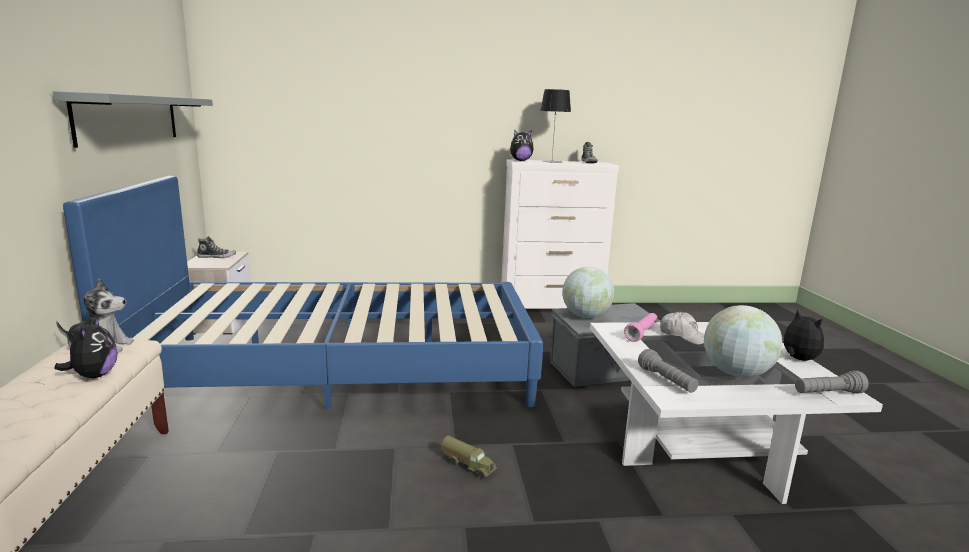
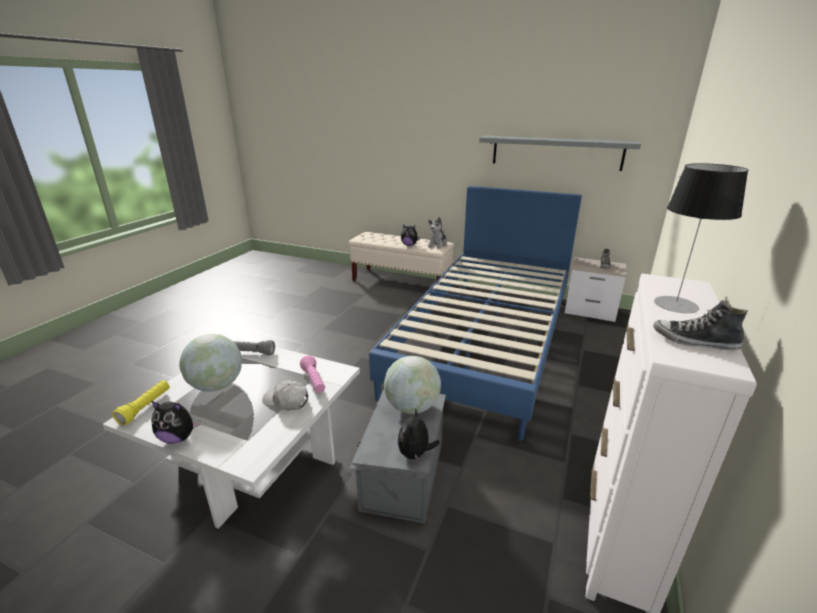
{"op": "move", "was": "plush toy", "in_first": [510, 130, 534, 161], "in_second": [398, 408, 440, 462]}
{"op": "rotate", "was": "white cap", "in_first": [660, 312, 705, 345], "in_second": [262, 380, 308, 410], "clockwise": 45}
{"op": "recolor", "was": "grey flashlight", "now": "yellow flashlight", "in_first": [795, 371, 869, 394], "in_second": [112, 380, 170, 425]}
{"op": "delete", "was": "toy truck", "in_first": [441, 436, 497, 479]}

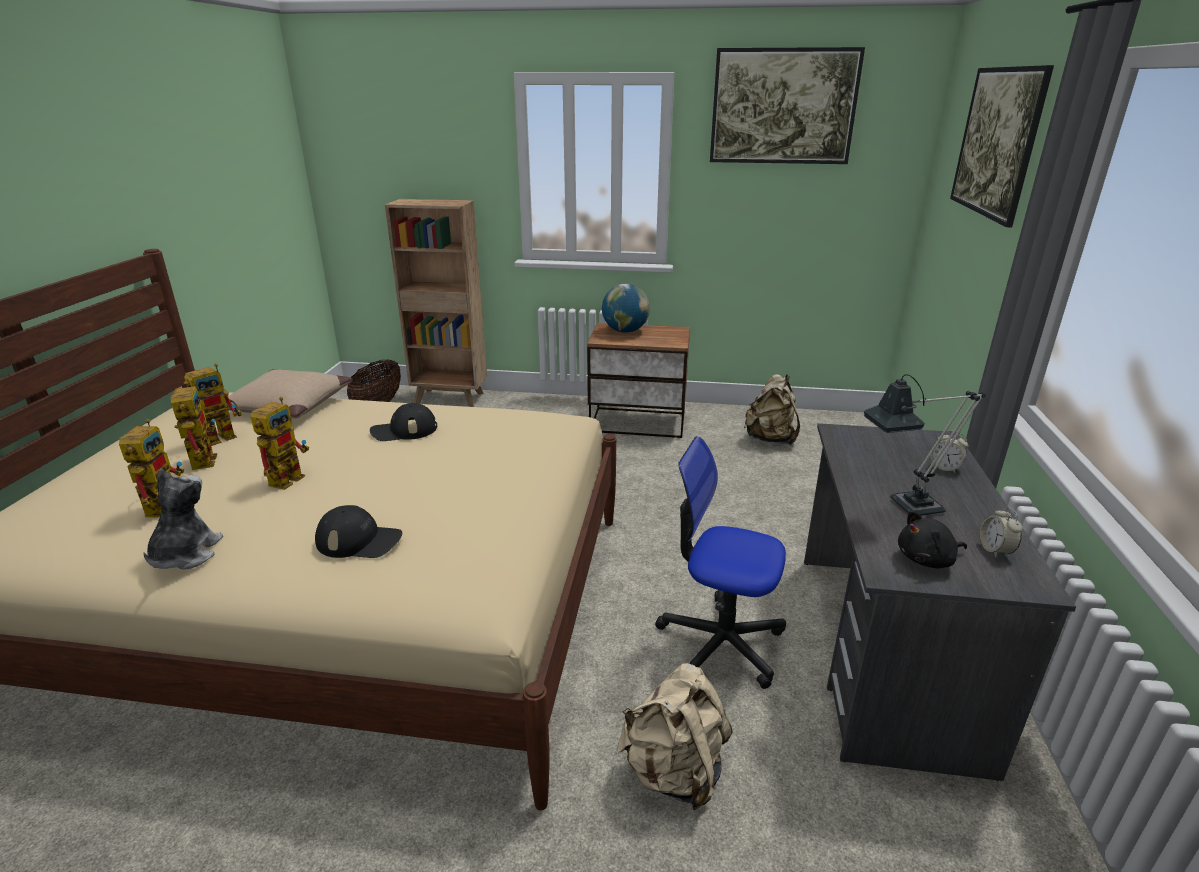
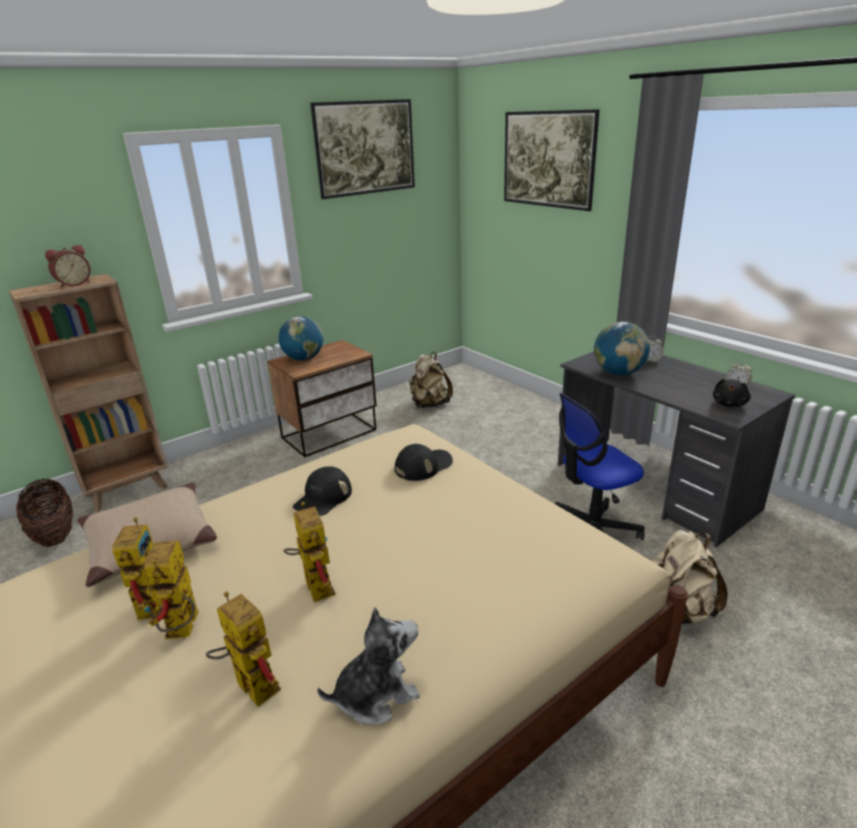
{"op": "delete", "was": "table lamp", "in_first": [864, 374, 986, 516]}
{"op": "rotate", "was": "toy robot", "in_first": [171, 381, 217, 470], "in_second": [144, 540, 199, 639], "clockwise": -120}
{"op": "rotate", "was": "plush toy", "in_first": [143, 468, 223, 570], "in_second": [317, 607, 420, 725], "clockwise": 105}
{"op": "move", "was": "black cap", "in_first": [315, 505, 402, 558], "in_second": [395, 444, 453, 481]}
{"op": "insert", "now": "alarm clock", "in_second": [45, 245, 91, 288]}
{"op": "insert", "now": "globe", "in_second": [594, 322, 650, 376]}

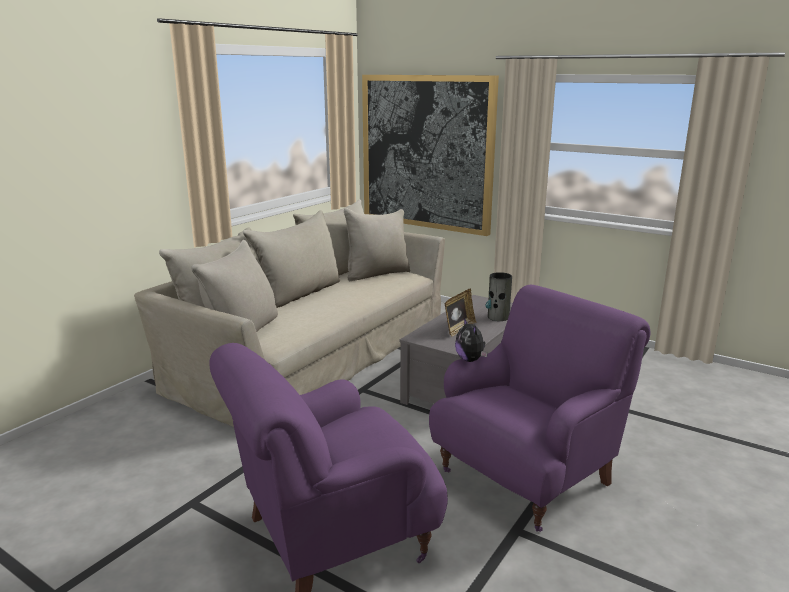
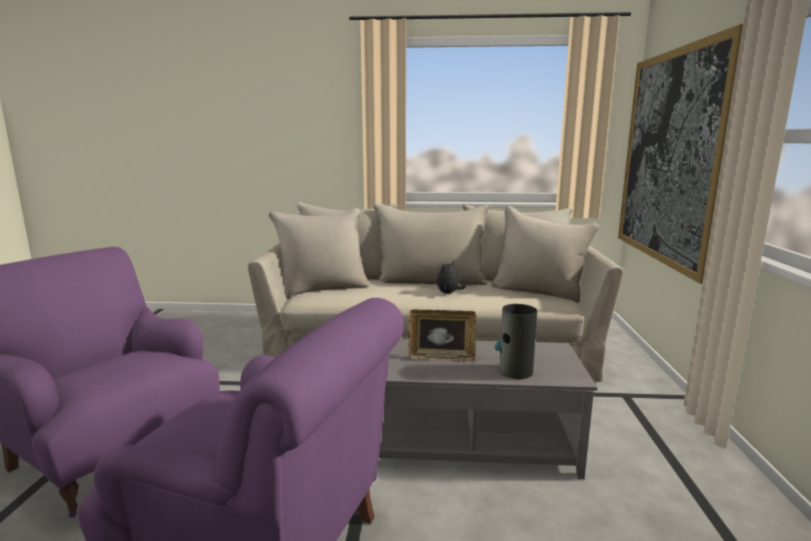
{"op": "move", "was": "plush toy", "in_first": [455, 318, 488, 362], "in_second": [437, 261, 466, 294]}

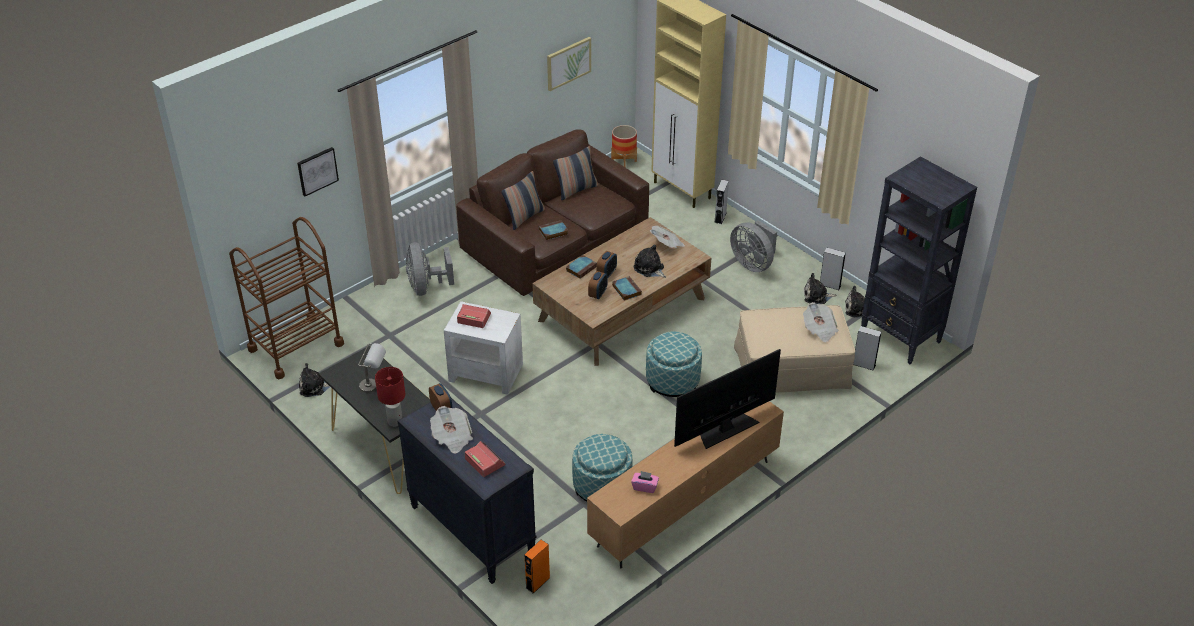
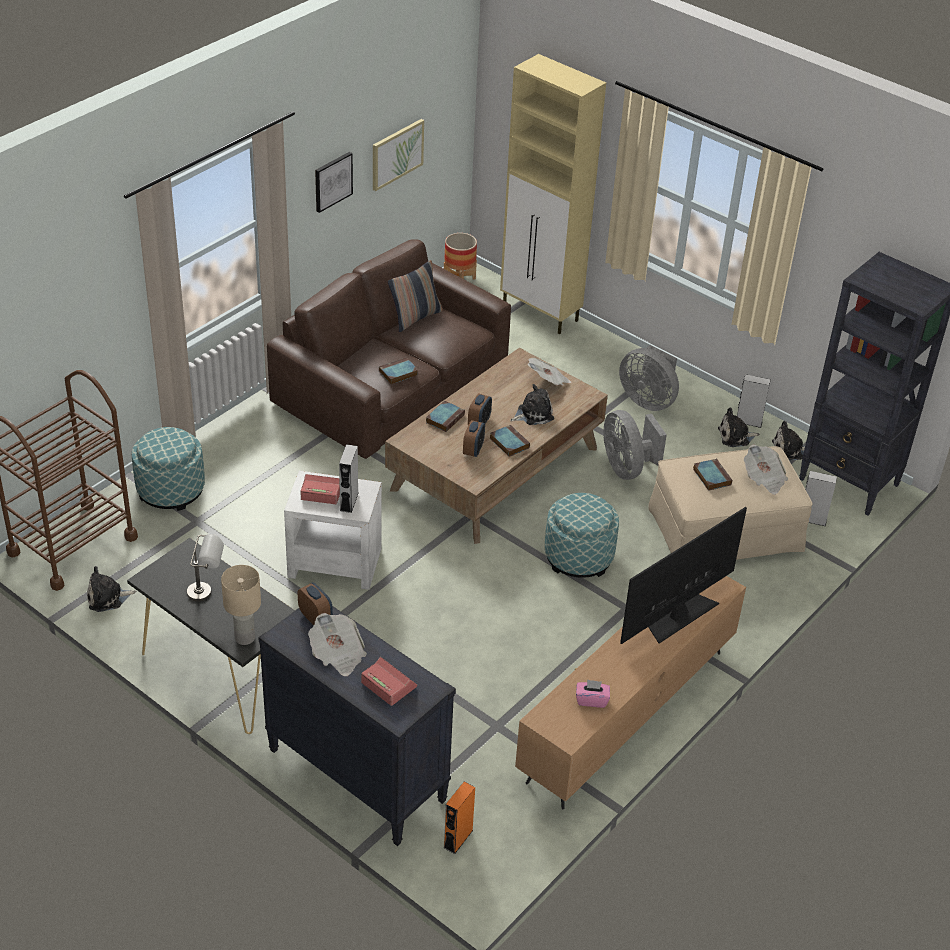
{"op": "move", "was": "picture", "in_first": [297, 147, 339, 196], "in_second": [315, 152, 353, 213]}
{"op": "delete", "was": "pillow", "in_first": [501, 171, 545, 230]}
{"op": "move", "was": "grey speaker", "in_first": [714, 179, 729, 224], "in_second": [339, 444, 358, 513]}
{"op": "move", "was": "grey fan", "in_first": [406, 242, 454, 296], "in_second": [604, 410, 667, 480]}
{"op": "rotate", "was": "plush toy", "in_first": [633, 244, 666, 278], "in_second": [510, 384, 554, 425], "clockwise": 120}
{"op": "recolor", "was": "red table lamp", "now": "beige table lamp", "in_first": [375, 367, 405, 427], "in_second": [221, 565, 261, 645]}
{"op": "move", "was": "ottoman", "in_first": [572, 434, 632, 502], "in_second": [131, 427, 205, 511]}
{"op": "insert", "now": "book", "in_second": [693, 459, 732, 491]}

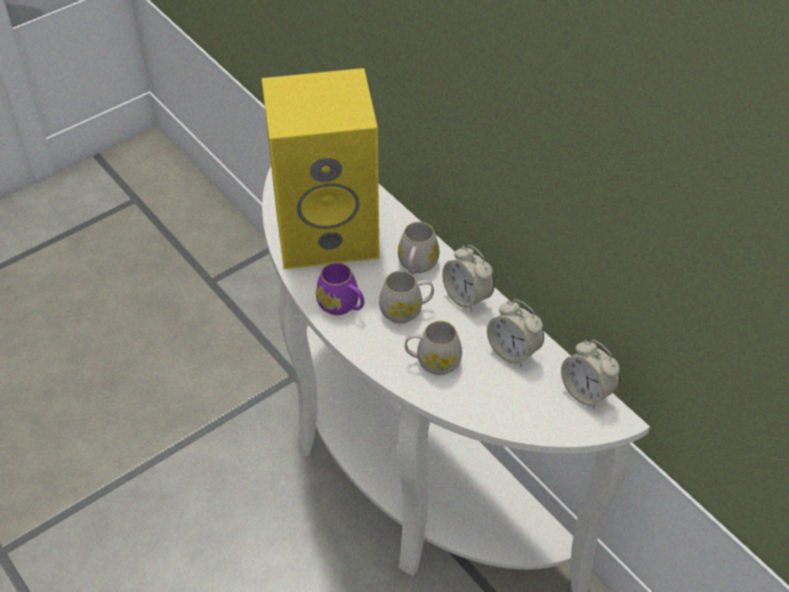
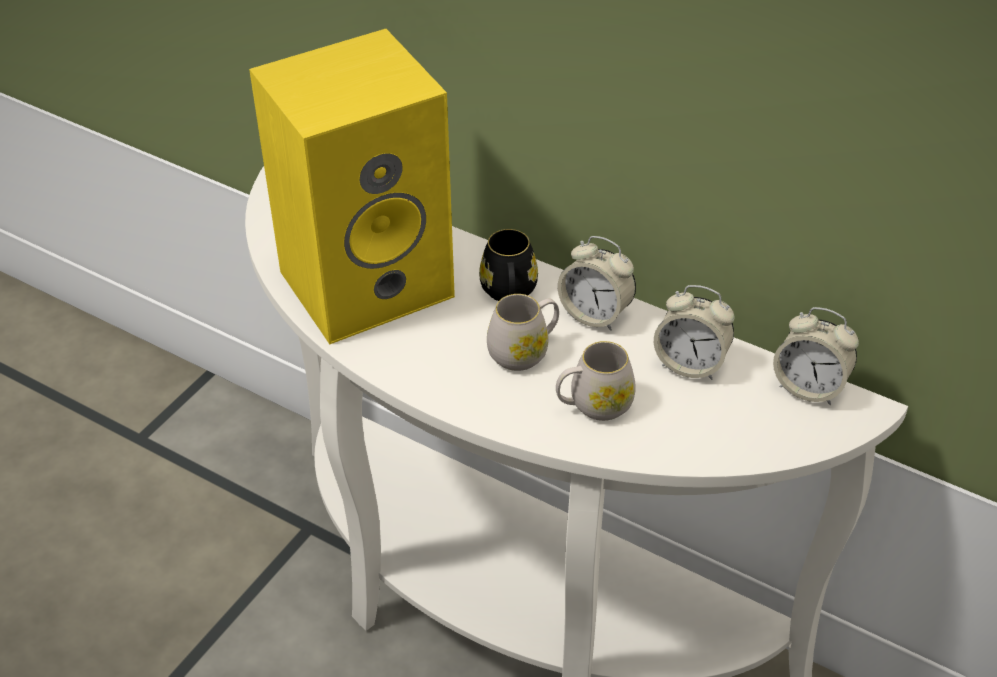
{"op": "recolor", "was": "white mug", "now": "black mug", "in_first": [398, 222, 440, 274], "in_second": [479, 229, 538, 301]}
{"op": "delete", "was": "purple mug", "in_first": [316, 262, 364, 315]}

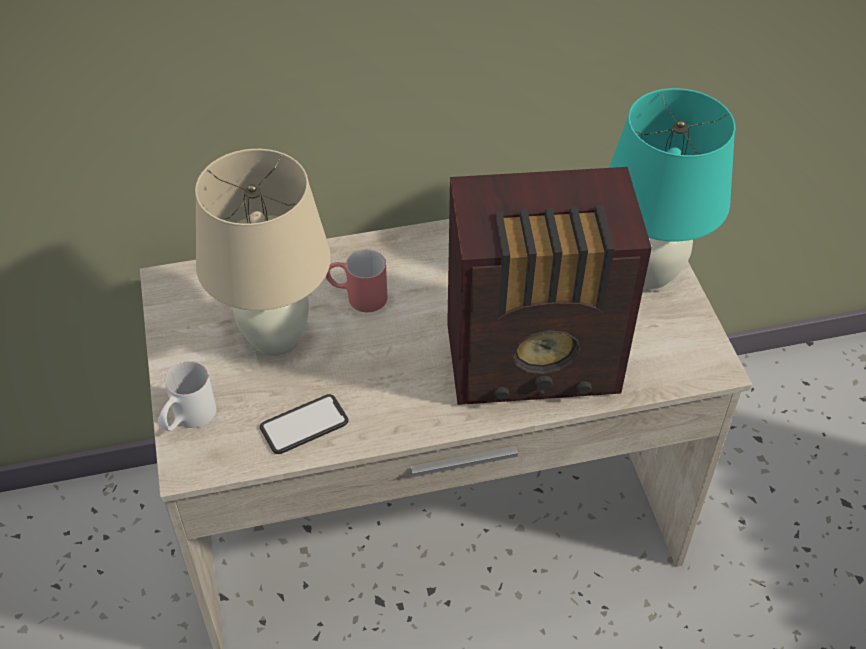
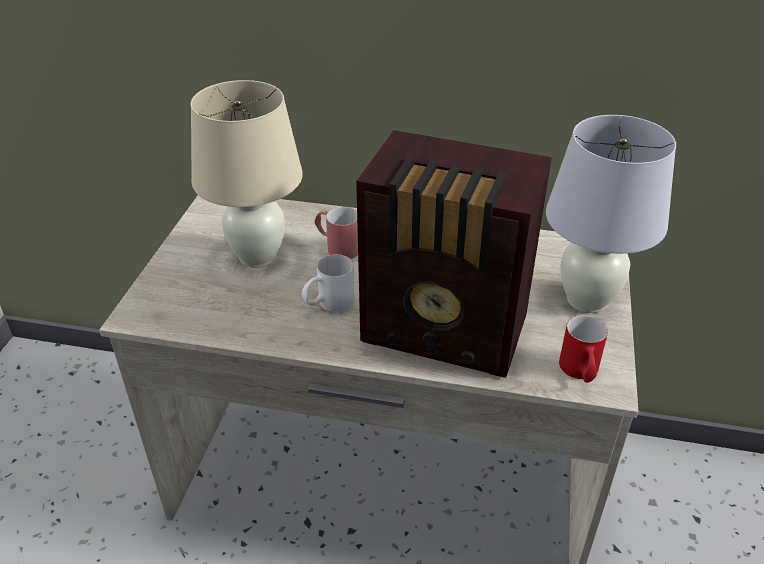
{"op": "recolor", "was": "turquoise table lamp", "now": "white table lamp", "in_first": [609, 88, 735, 291], "in_second": [546, 115, 676, 313]}
{"op": "move", "was": "white mug", "in_first": [158, 361, 216, 431], "in_second": [302, 254, 355, 312]}
{"op": "delete", "was": "phone", "in_first": [260, 394, 349, 454]}
{"op": "insert", "now": "red mug", "in_second": [559, 315, 608, 383]}

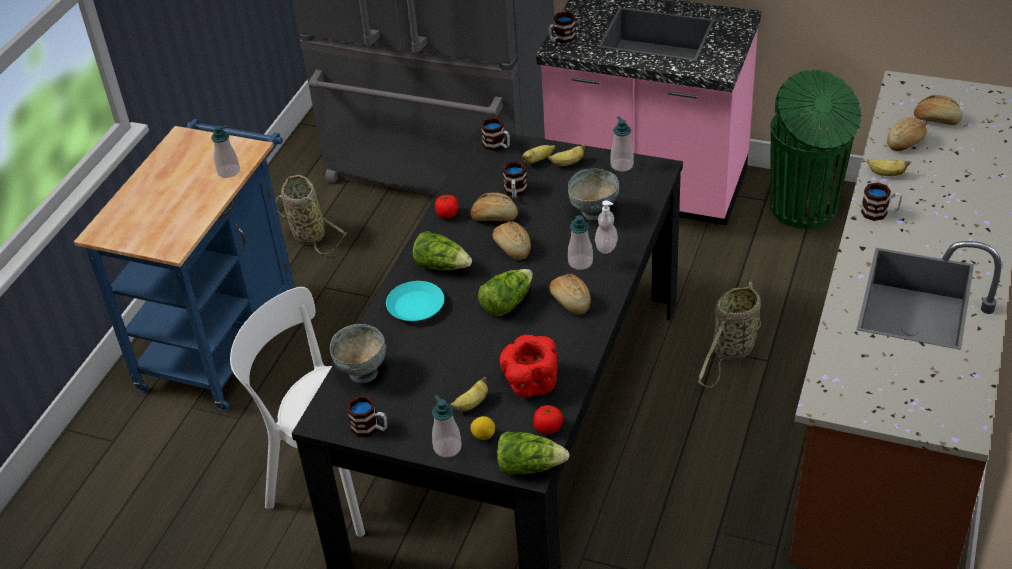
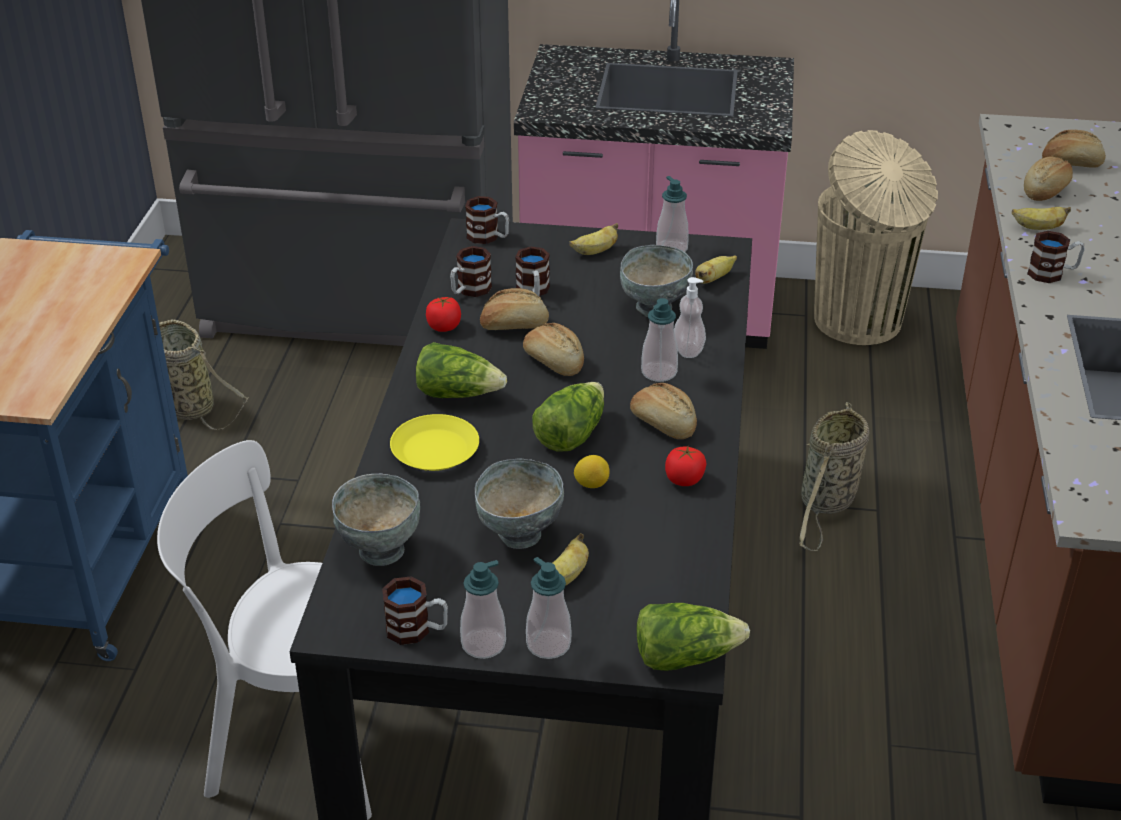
{"op": "move", "was": "mug", "in_first": [548, 11, 576, 44], "in_second": [450, 246, 492, 297]}
{"op": "recolor", "was": "green trash can", "now": "beige trash can", "in_first": [770, 69, 862, 229], "in_second": [814, 130, 938, 345]}
{"op": "move", "was": "soap dispenser", "in_first": [211, 125, 240, 178], "in_second": [460, 560, 506, 659]}
{"op": "move", "was": "banana", "in_first": [522, 145, 555, 164], "in_second": [695, 255, 737, 284]}
{"op": "recolor", "was": "turquoise plate", "now": "yellow plate", "in_first": [386, 281, 444, 321], "in_second": [390, 414, 479, 471]}
{"op": "delete", "was": "red bowl", "in_first": [500, 334, 558, 397]}
{"op": "move", "was": "tomato", "in_first": [534, 405, 563, 434], "in_second": [665, 446, 706, 486]}
{"op": "move", "was": "lemon", "in_first": [471, 416, 495, 440], "in_second": [574, 455, 610, 488]}
{"op": "insert", "now": "grey bowl", "in_second": [475, 458, 564, 549]}

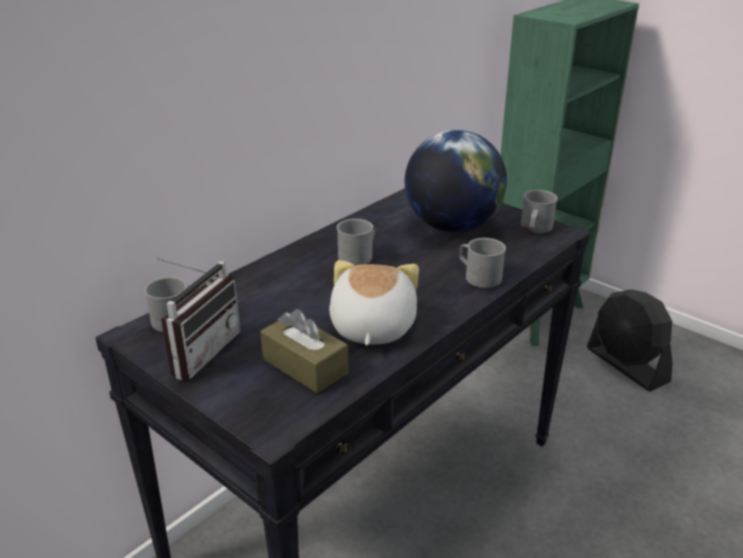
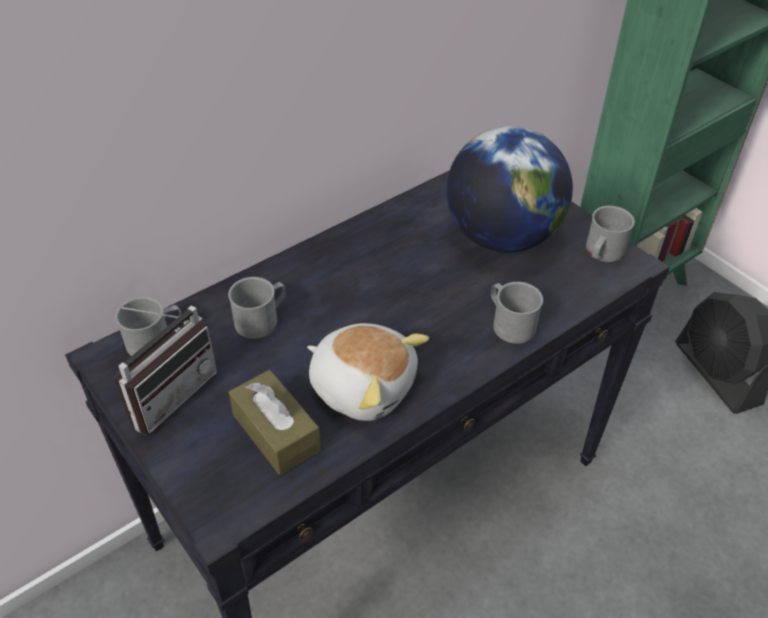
{"op": "move", "was": "grey mug", "in_first": [337, 219, 375, 266], "in_second": [228, 277, 286, 339]}
{"op": "rotate", "was": "plush toy", "in_first": [329, 260, 419, 346], "in_second": [307, 323, 429, 421], "clockwise": 105}

